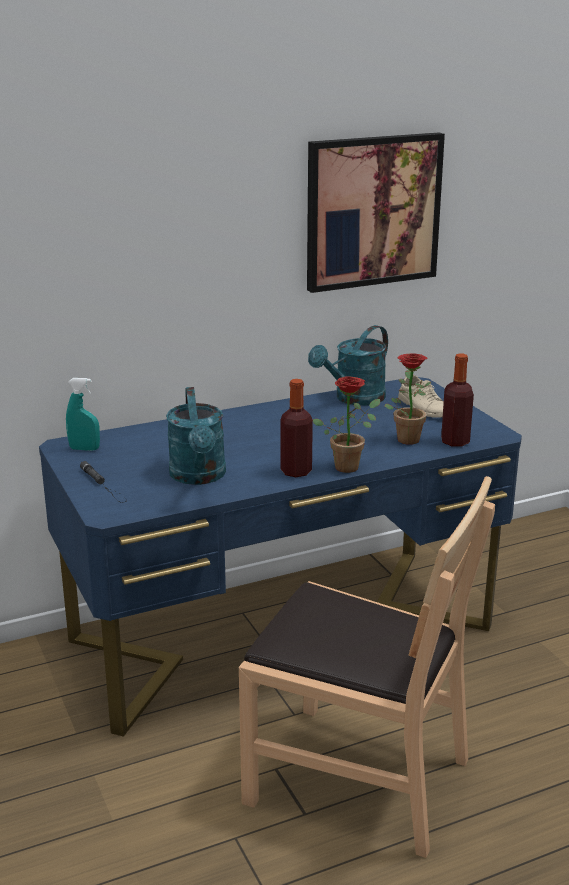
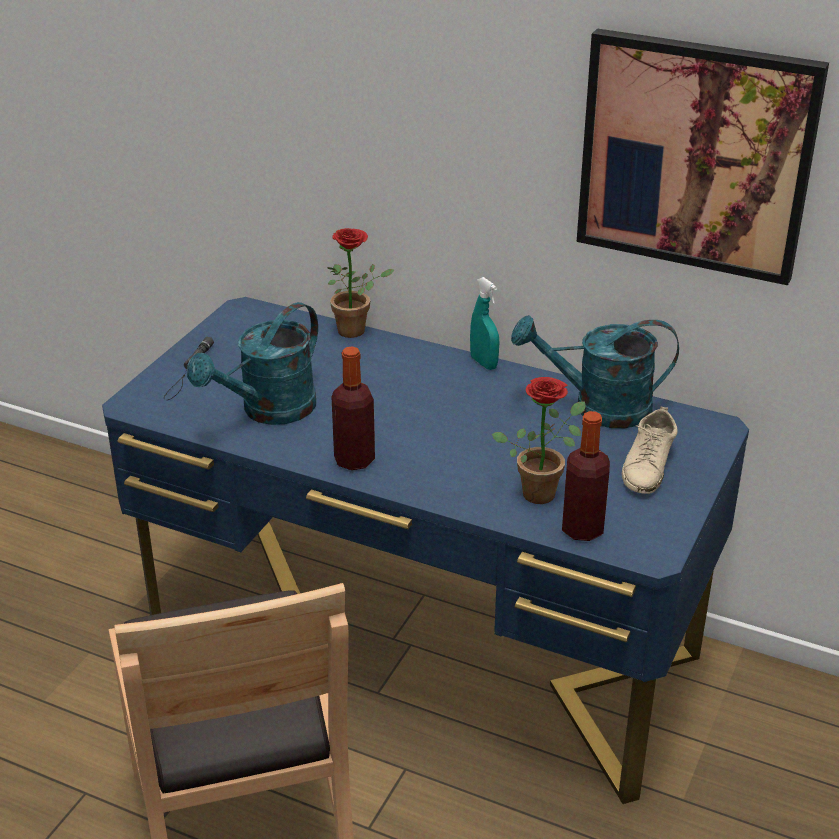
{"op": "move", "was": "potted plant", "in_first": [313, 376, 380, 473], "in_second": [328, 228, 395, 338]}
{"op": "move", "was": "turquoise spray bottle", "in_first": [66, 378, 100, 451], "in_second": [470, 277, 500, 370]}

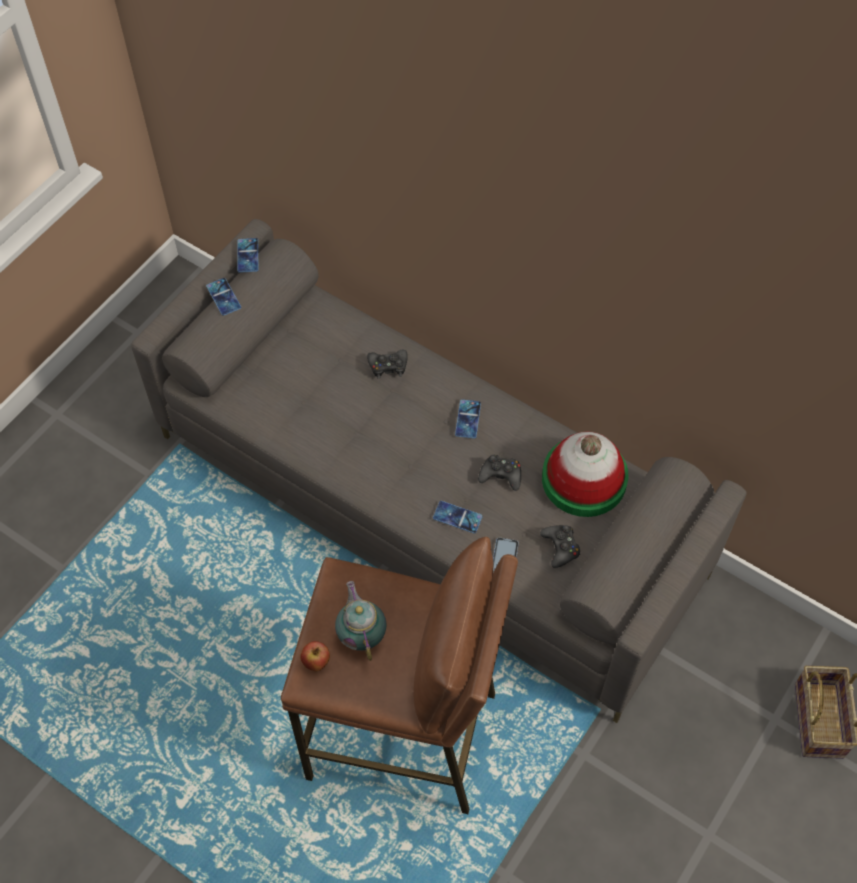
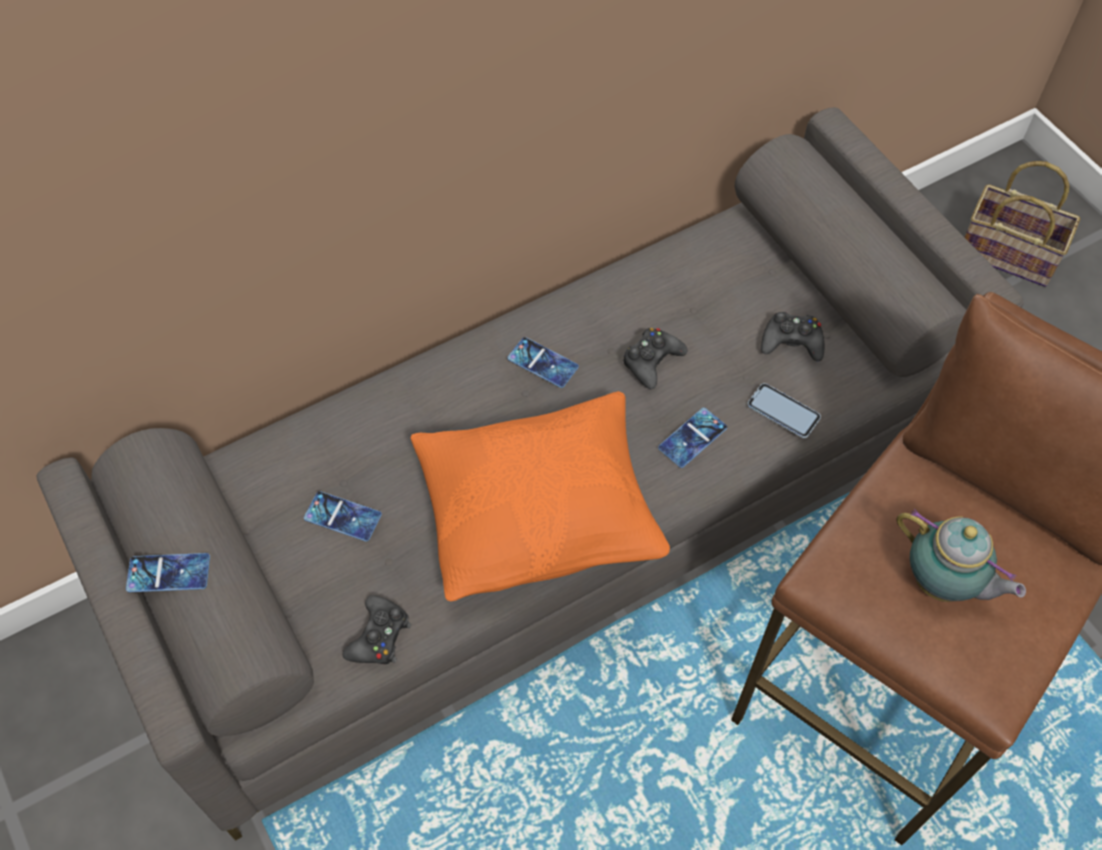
{"op": "move", "was": "phone", "in_first": [237, 238, 258, 273], "in_second": [304, 491, 382, 542]}
{"op": "move", "was": "black game controller", "in_first": [367, 350, 408, 379], "in_second": [343, 595, 411, 664]}
{"op": "delete", "was": "hat", "in_first": [542, 432, 628, 517]}
{"op": "rotate", "was": "teapot", "in_first": [335, 581, 386, 661], "in_second": [896, 509, 1026, 602], "clockwise": -150}
{"op": "delete", "was": "apple", "in_first": [300, 641, 330, 671]}
{"op": "insert", "now": "orange pillow", "in_second": [410, 391, 670, 601]}

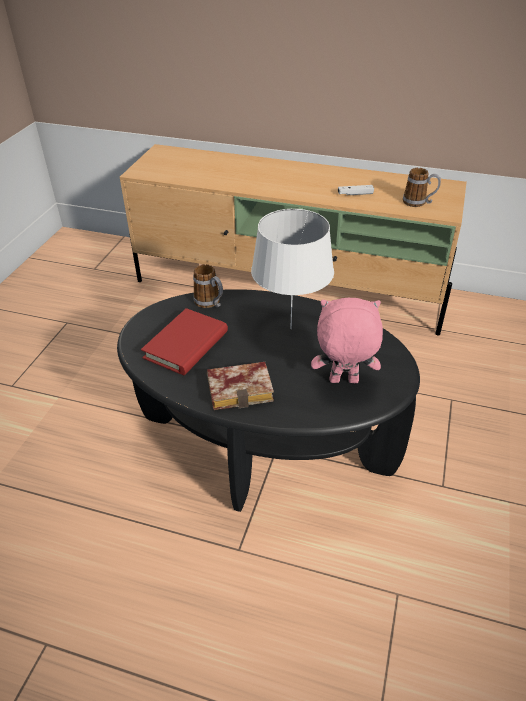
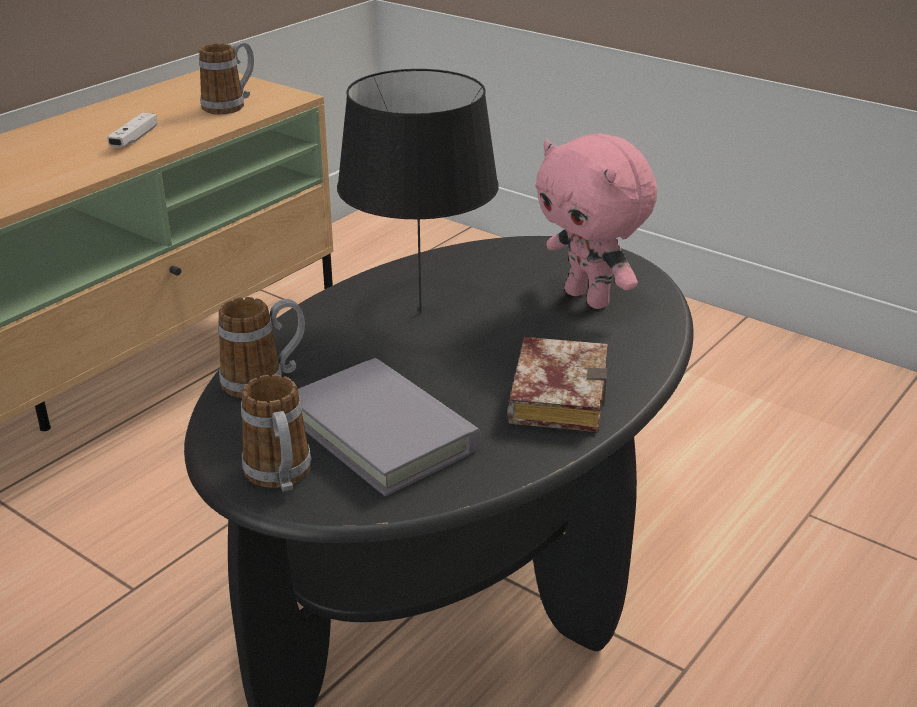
{"op": "recolor", "was": "white table lamp", "now": "black table lamp", "in_first": [251, 209, 334, 329], "in_second": [337, 69, 499, 314]}
{"op": "rotate", "was": "pink plush toy", "in_first": [311, 298, 383, 383], "in_second": [535, 133, 657, 309], "clockwise": -60}
{"op": "recolor", "was": "red book", "now": "grey book", "in_first": [141, 308, 228, 375], "in_second": [298, 358, 481, 497]}
{"op": "insert", "now": "mug", "in_second": [241, 374, 311, 492]}

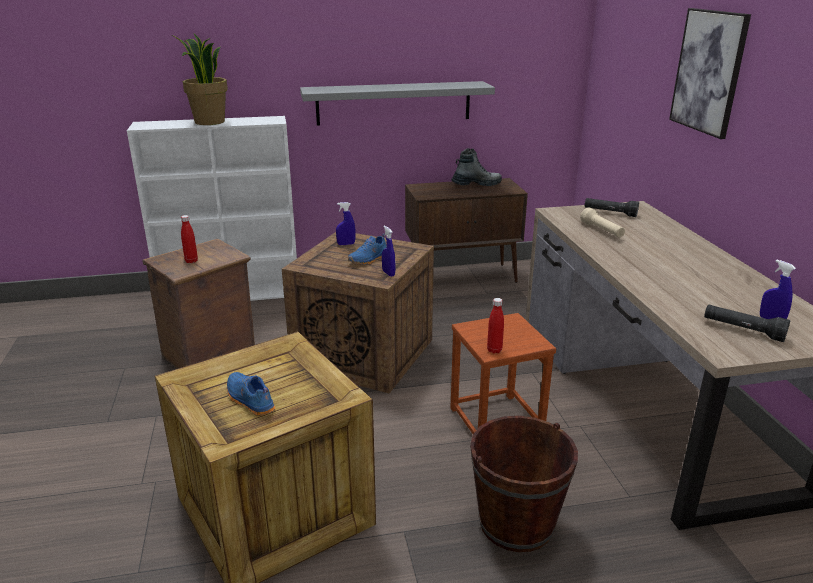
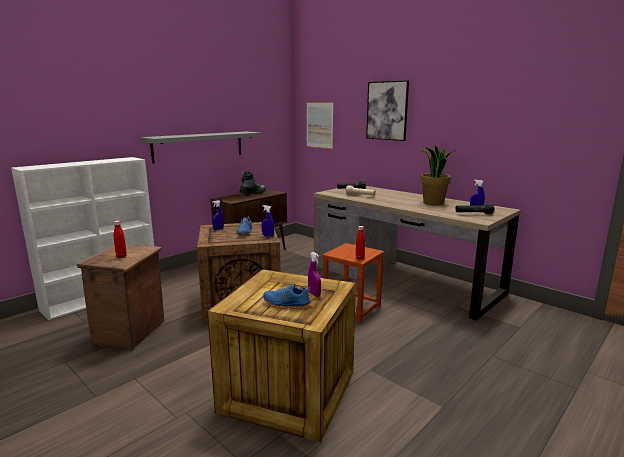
{"op": "move", "was": "potted plant", "in_first": [172, 34, 228, 125], "in_second": [419, 145, 456, 205]}
{"op": "delete", "was": "brown bucket", "in_first": [470, 416, 578, 552]}
{"op": "insert", "now": "picture", "in_second": [306, 102, 334, 149]}
{"op": "insert", "now": "purple spray bottle", "in_second": [308, 252, 321, 297]}

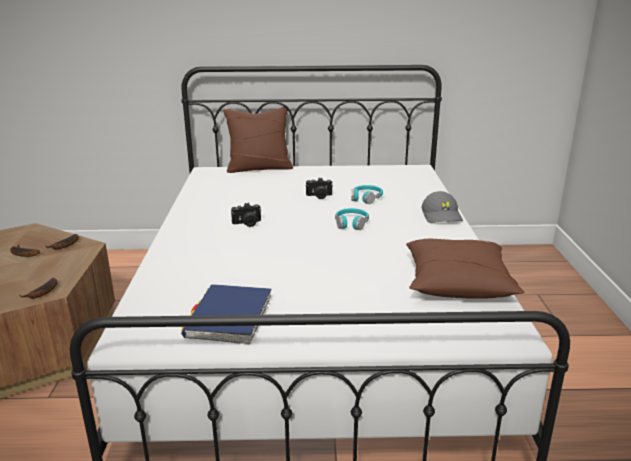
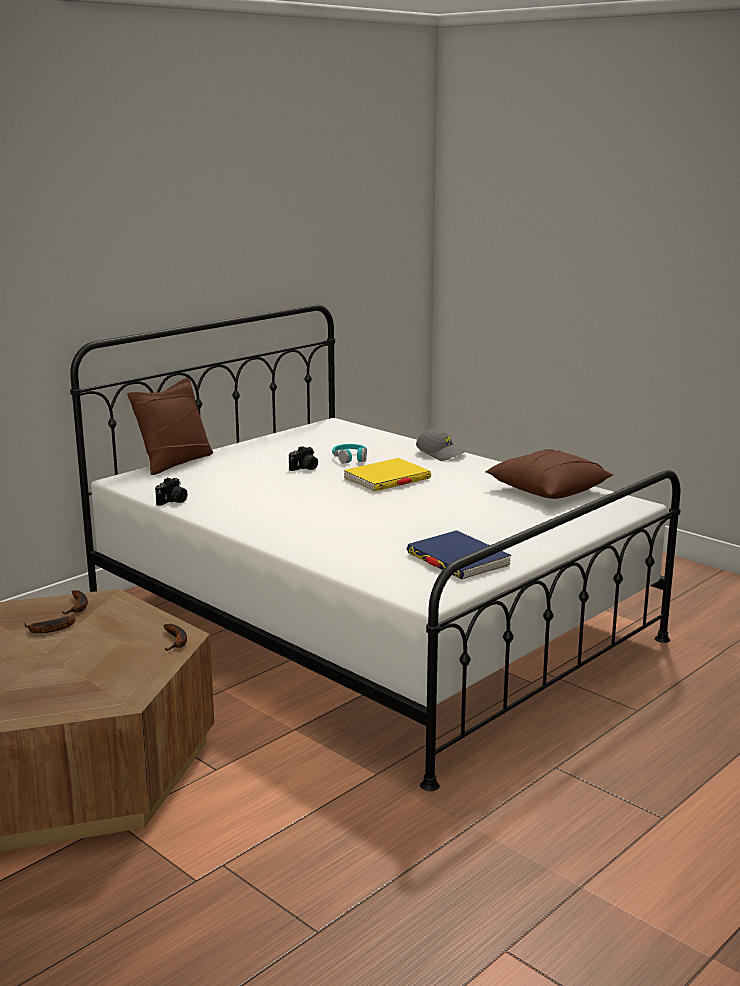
{"op": "move", "was": "photo camera", "in_first": [231, 202, 261, 227], "in_second": [155, 478, 187, 506]}
{"op": "replace", "was": "turquoise headphones", "now": "yellow book", "in_first": [335, 208, 369, 230], "in_second": [343, 458, 431, 491]}

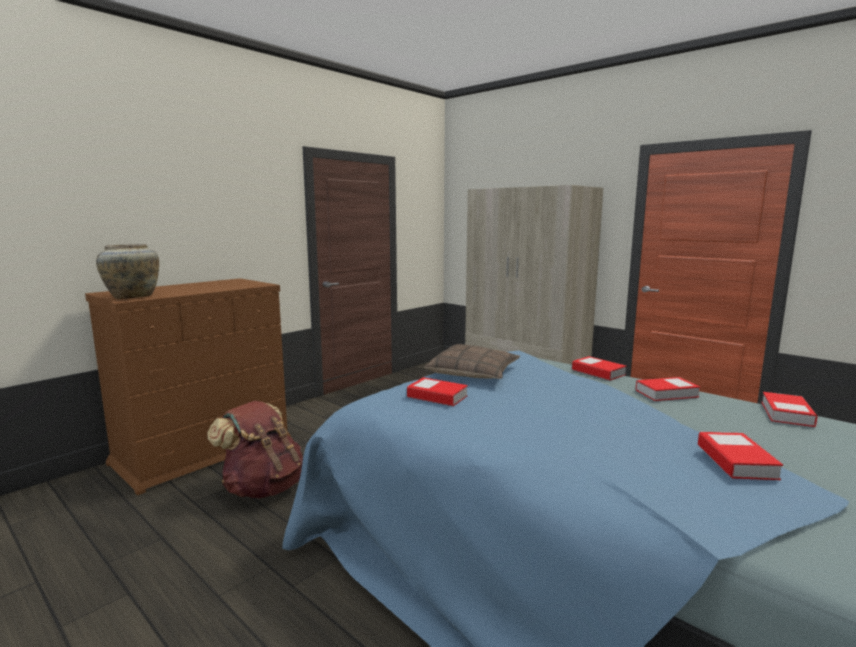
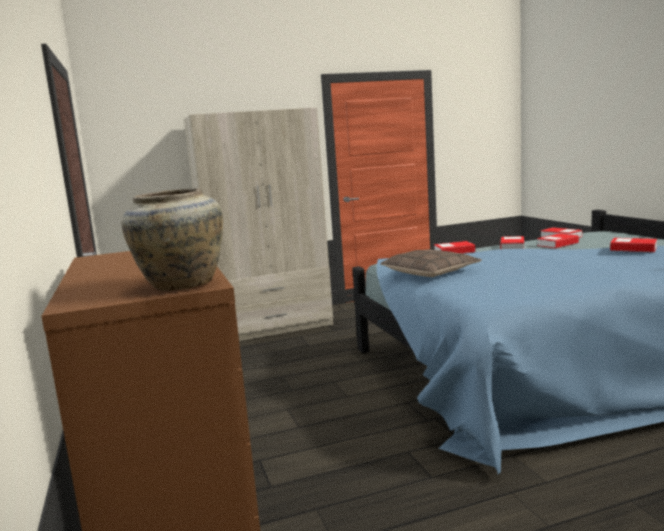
{"op": "move", "was": "book", "in_first": [407, 377, 468, 406], "in_second": [537, 233, 579, 249]}
{"op": "delete", "was": "brown backpack", "in_first": [207, 401, 303, 498]}

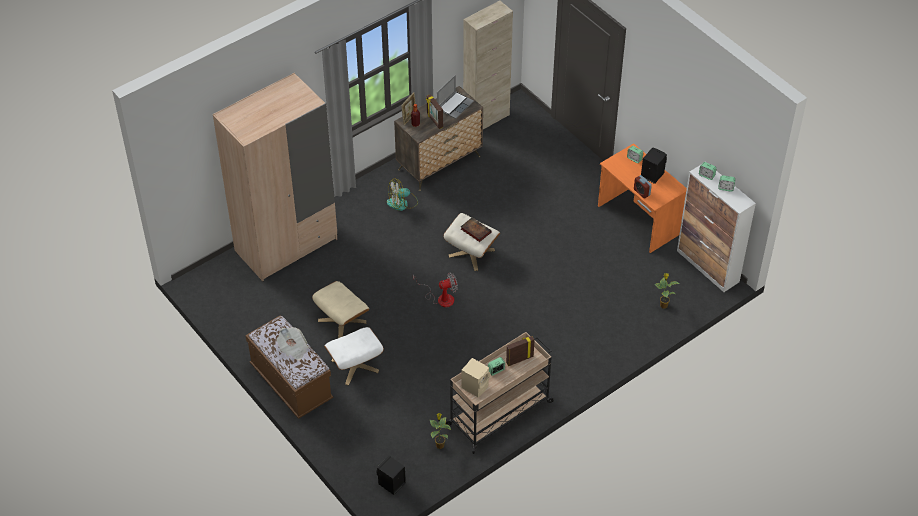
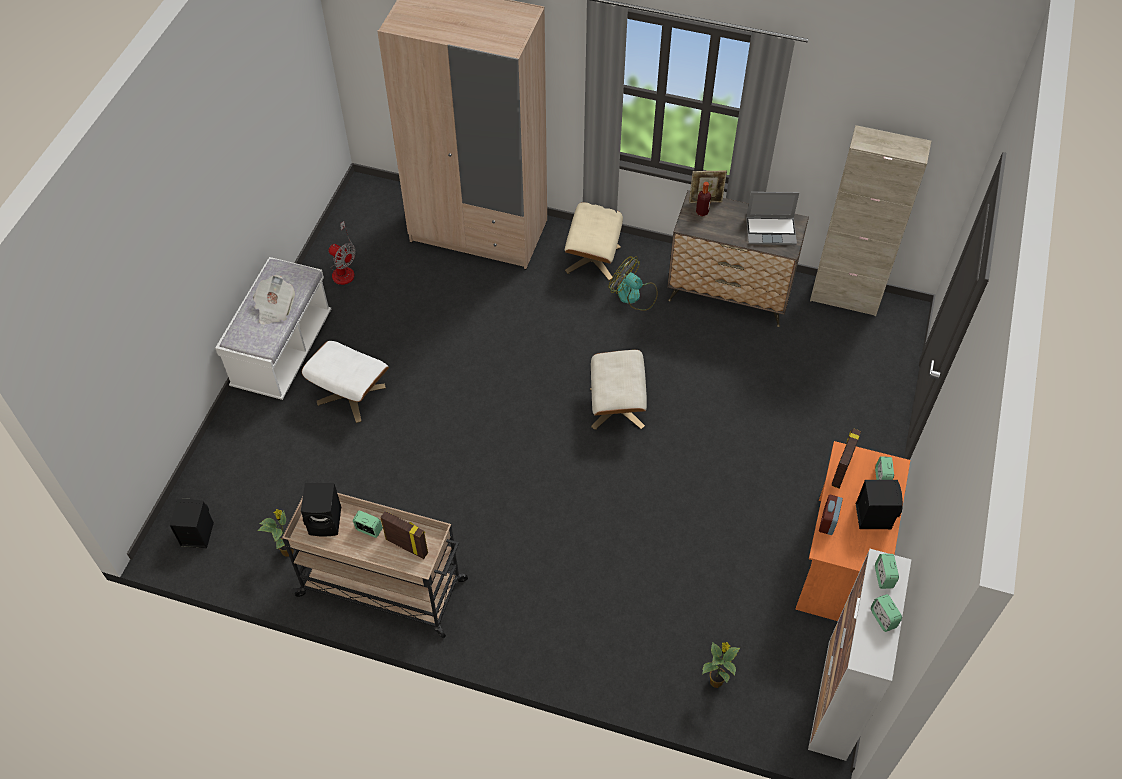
{"op": "move", "was": "picture frame", "in_first": [426, 94, 443, 129], "in_second": [832, 428, 861, 488]}
{"op": "delete", "was": "book", "in_first": [461, 217, 492, 242]}
{"op": "move", "was": "fan", "in_first": [413, 273, 458, 307], "in_second": [328, 221, 356, 285]}
{"op": "move", "was": "beige ottoman", "in_first": [312, 281, 369, 338], "in_second": [565, 202, 623, 280]}
{"op": "recolor", "was": "brown bench", "now": "white bench", "in_first": [245, 315, 333, 419], "in_second": [215, 257, 331, 400]}
{"op": "recolor", "was": "beige speaker", "now": "black speaker", "in_first": [461, 358, 490, 397], "in_second": [301, 483, 341, 537]}

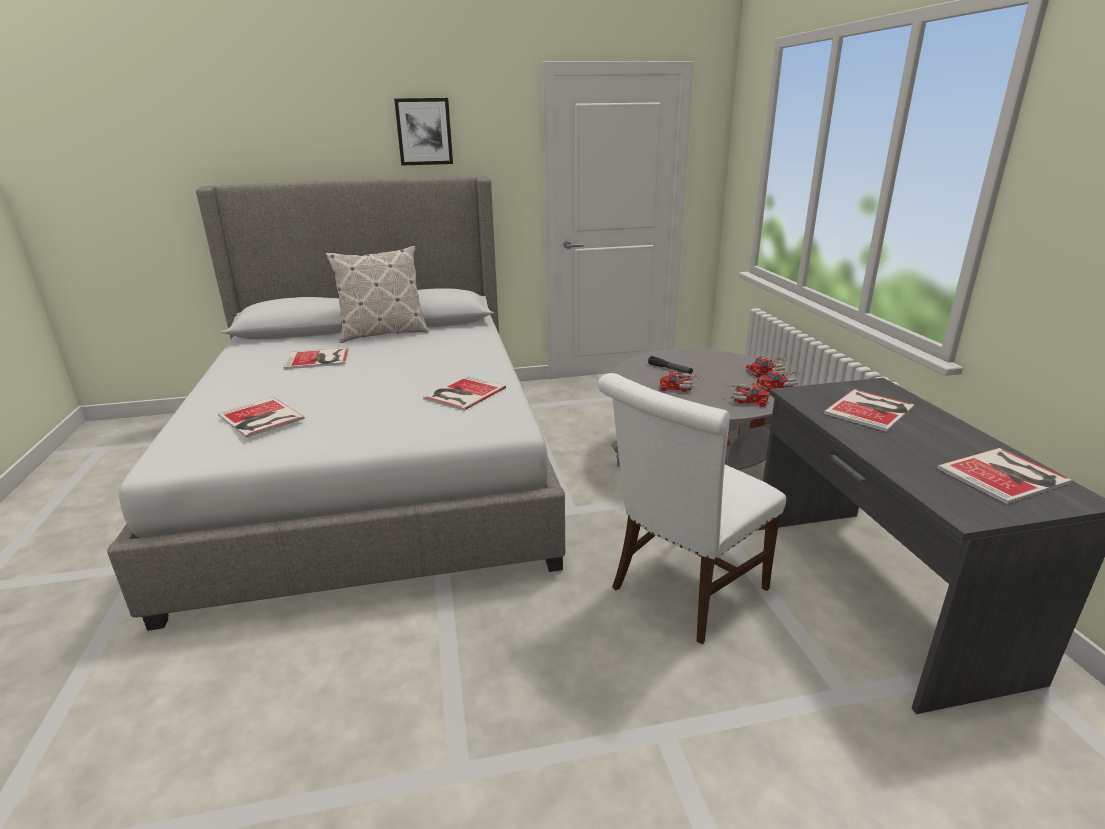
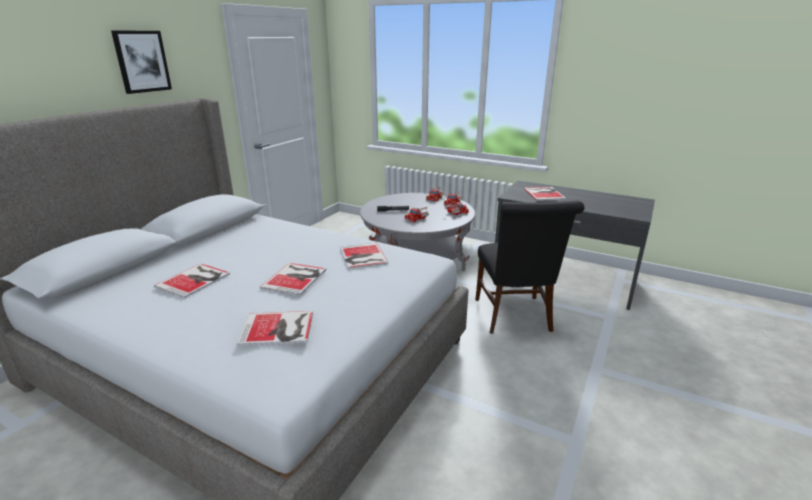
{"op": "delete", "was": "pillow", "in_first": [326, 246, 428, 343]}
{"op": "recolor", "was": "white chair", "now": "black chair", "in_first": [598, 373, 786, 644], "in_second": [475, 200, 585, 334]}
{"op": "move", "was": "book", "in_first": [936, 448, 1072, 504], "in_second": [260, 263, 326, 296]}

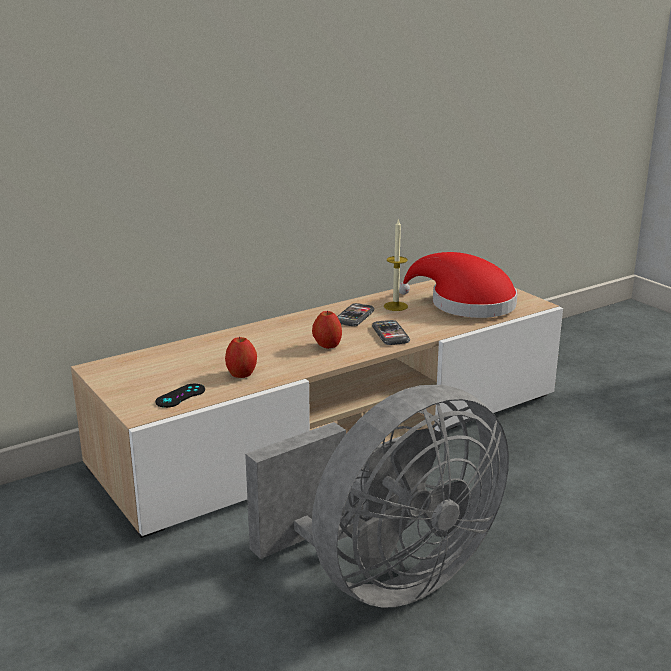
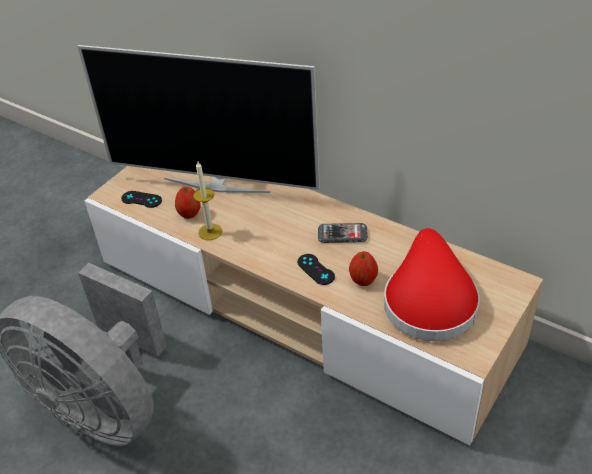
{"op": "move", "was": "candle", "in_first": [384, 220, 408, 311], "in_second": [193, 161, 222, 240]}
{"op": "move", "was": "apple", "in_first": [312, 311, 342, 349], "in_second": [349, 251, 378, 286]}
{"op": "replace", "was": "phone", "now": "black game controller", "in_first": [372, 320, 410, 345], "in_second": [297, 254, 335, 285]}
{"op": "insert", "now": "television", "in_second": [77, 45, 320, 193]}

